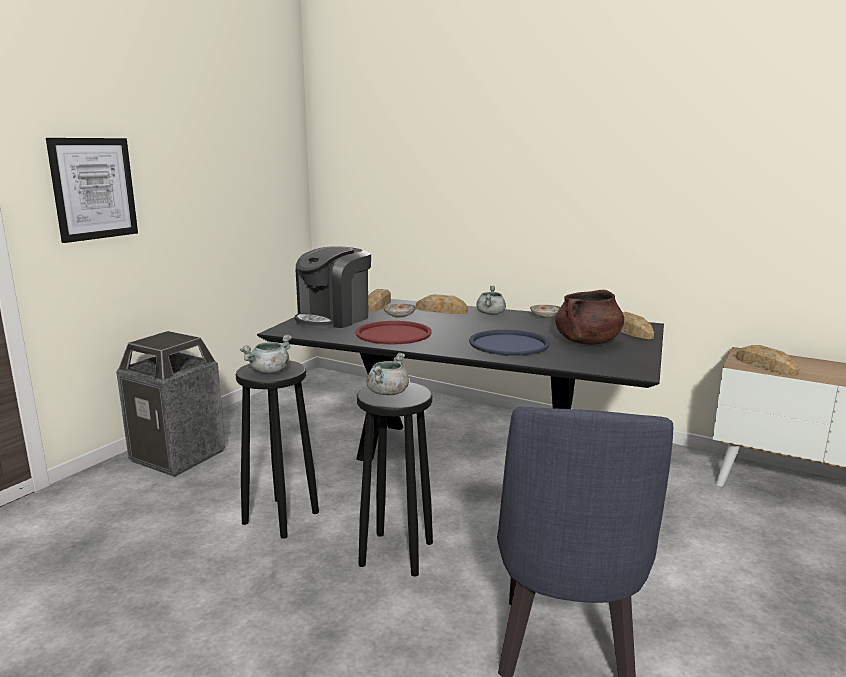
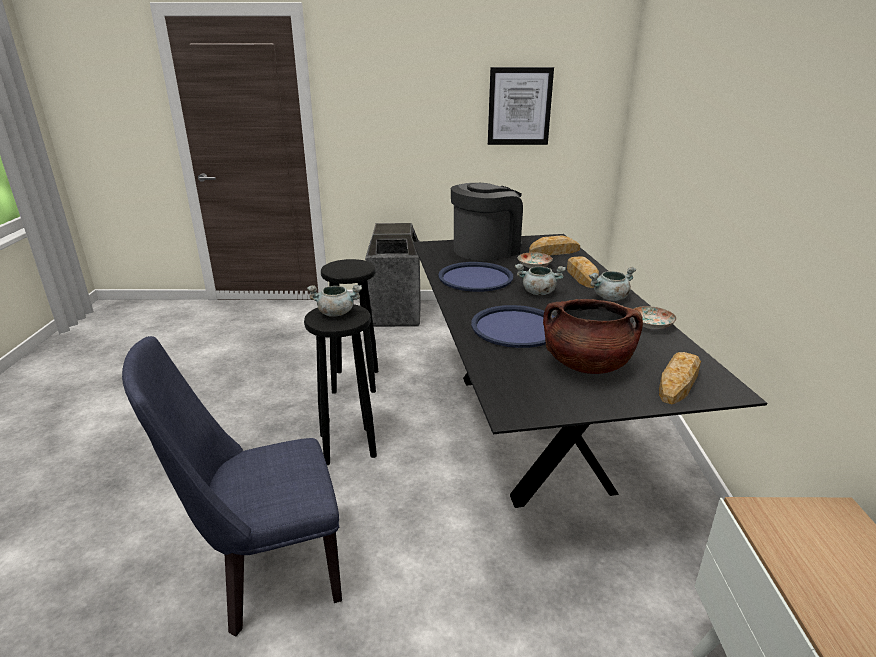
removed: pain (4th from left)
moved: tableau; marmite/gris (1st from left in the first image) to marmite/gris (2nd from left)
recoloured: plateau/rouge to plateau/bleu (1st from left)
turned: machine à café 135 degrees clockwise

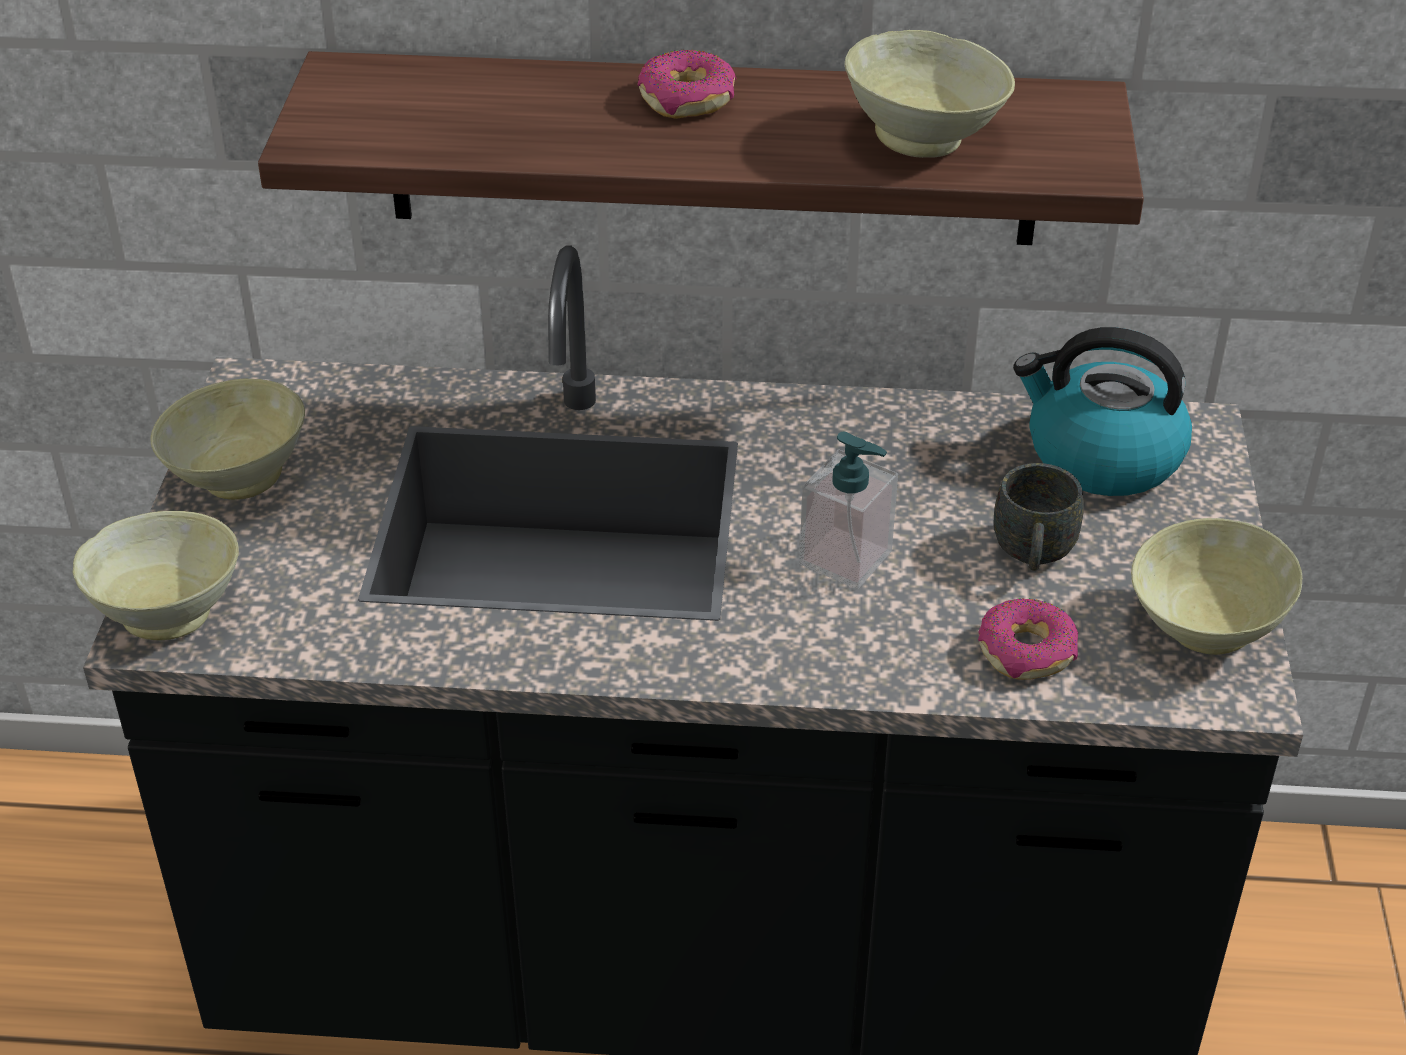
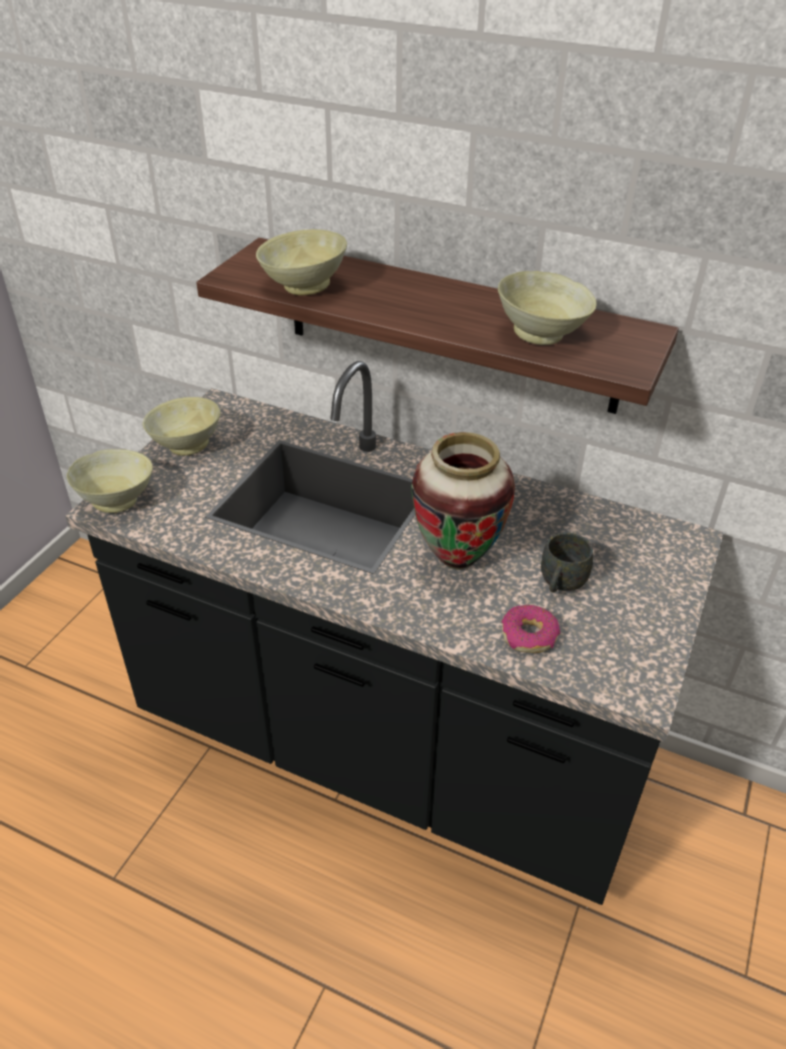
removed: beignet (1st from left); bouilloire
moved: bol/beige (4th from left in the first image) to bol/beige (3rd from left)
replaced: distributeur de savon to vase

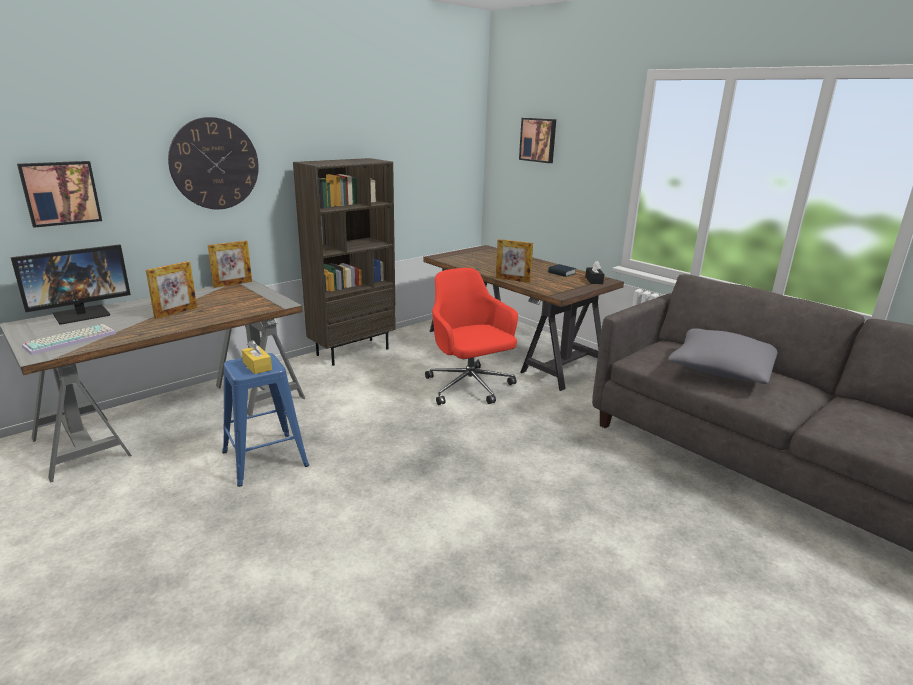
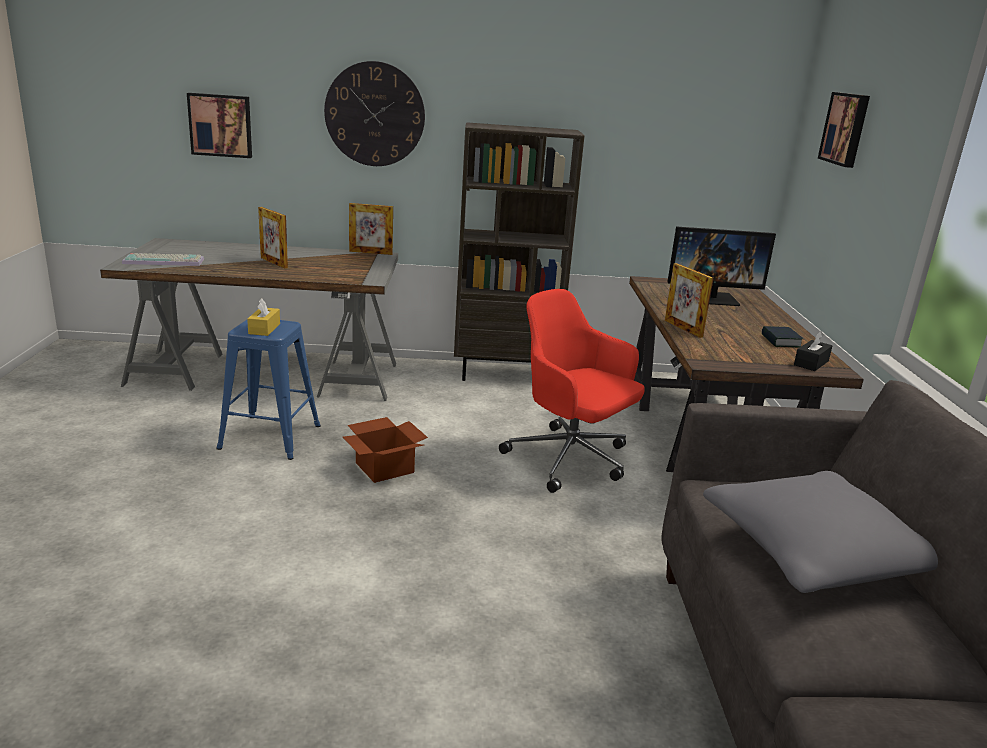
added: carton
moved: écran d'ordinateur
turned: cadre photo (1st from left) 60 degrees clockwise; chaise de bureau/rouge 60 degrees counterclockwise

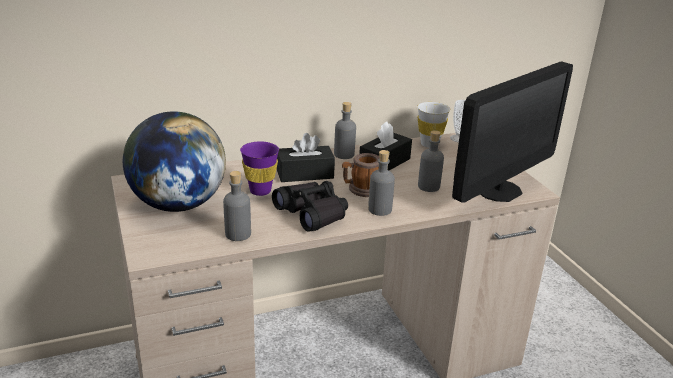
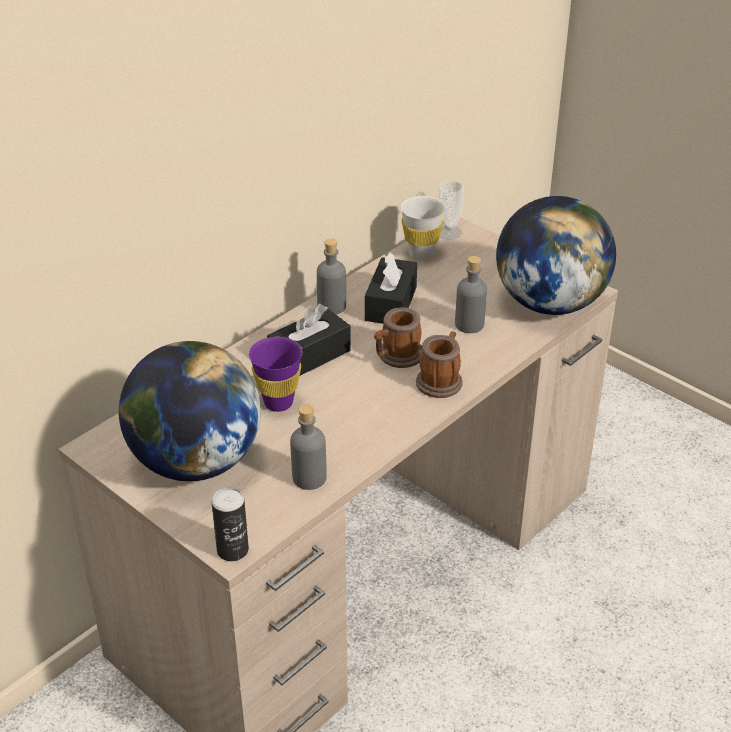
removed: jumelles/noir
added: boîte métallique
replaced: bouteille/gris (3rd from left) to mug (2nd from left); écran d'ordinateur to globe (2nd from left)

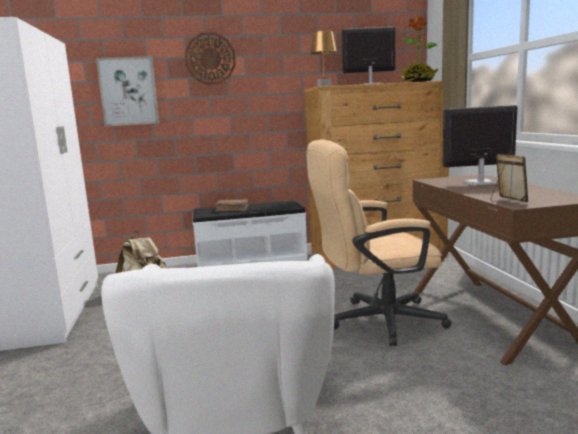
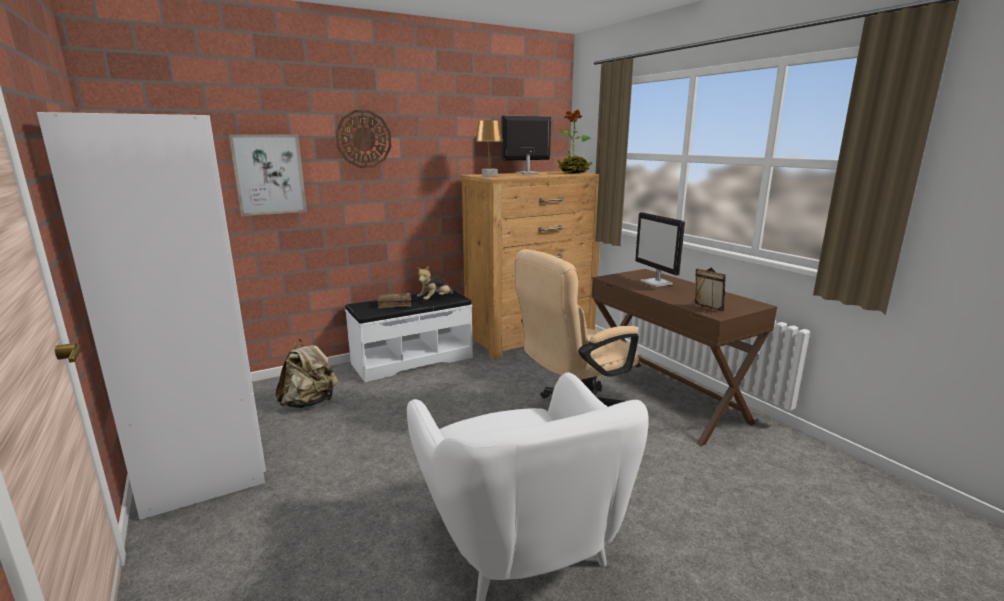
added: peluche
turned: écran d'ordinateur (2nd from left) 90 degrees counterclockwise

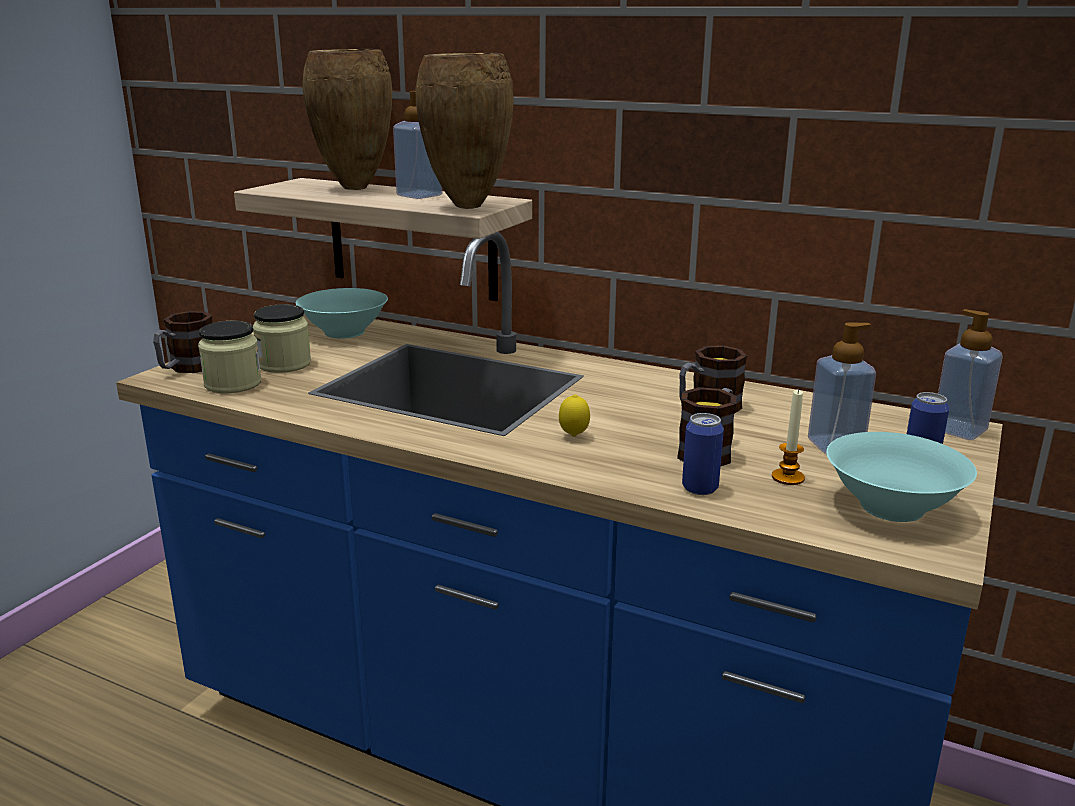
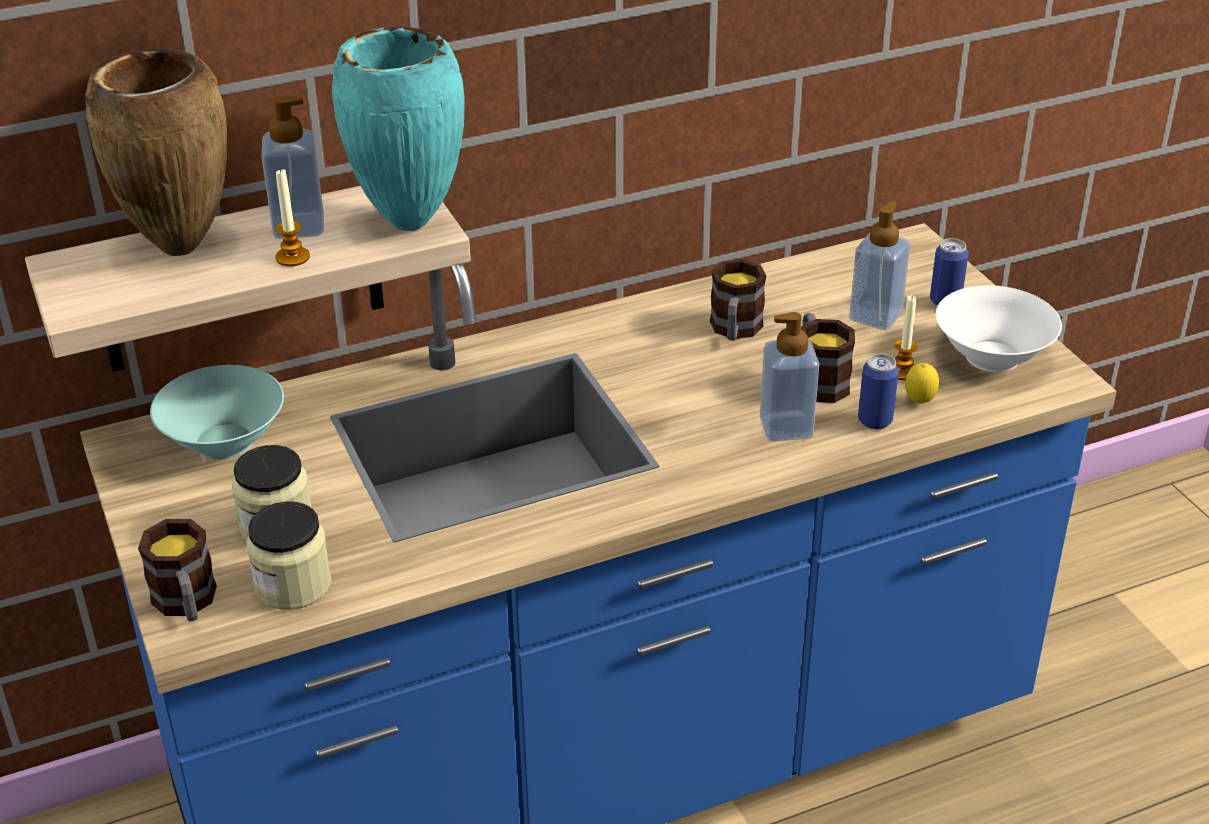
added: bougie (1st from left)
moved: citron; distributeur de savon (3rd from left in the first image) to distributeur de savon (2nd from left)
recoloured: vase/marron (2nd from left) to vase/turquoise; bol/turquoise (2nd from left) to bol/blanc

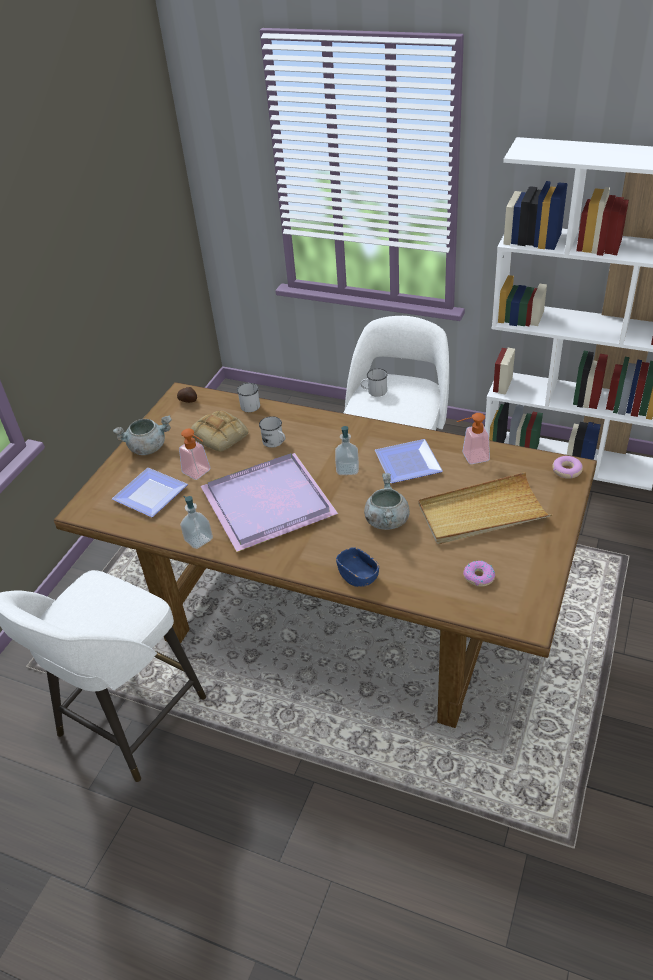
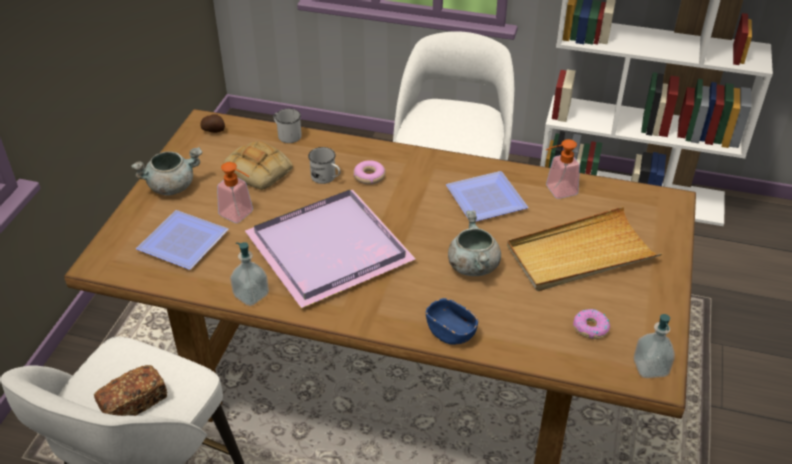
removed: mug/blanc (3rd from left)
added: pain (1st from left)
moved: distributeur de savon (3rd from left in the first image) to distributeur de savon (4th from left); beignet (2nd from left in the first image) to beignet (1st from left)

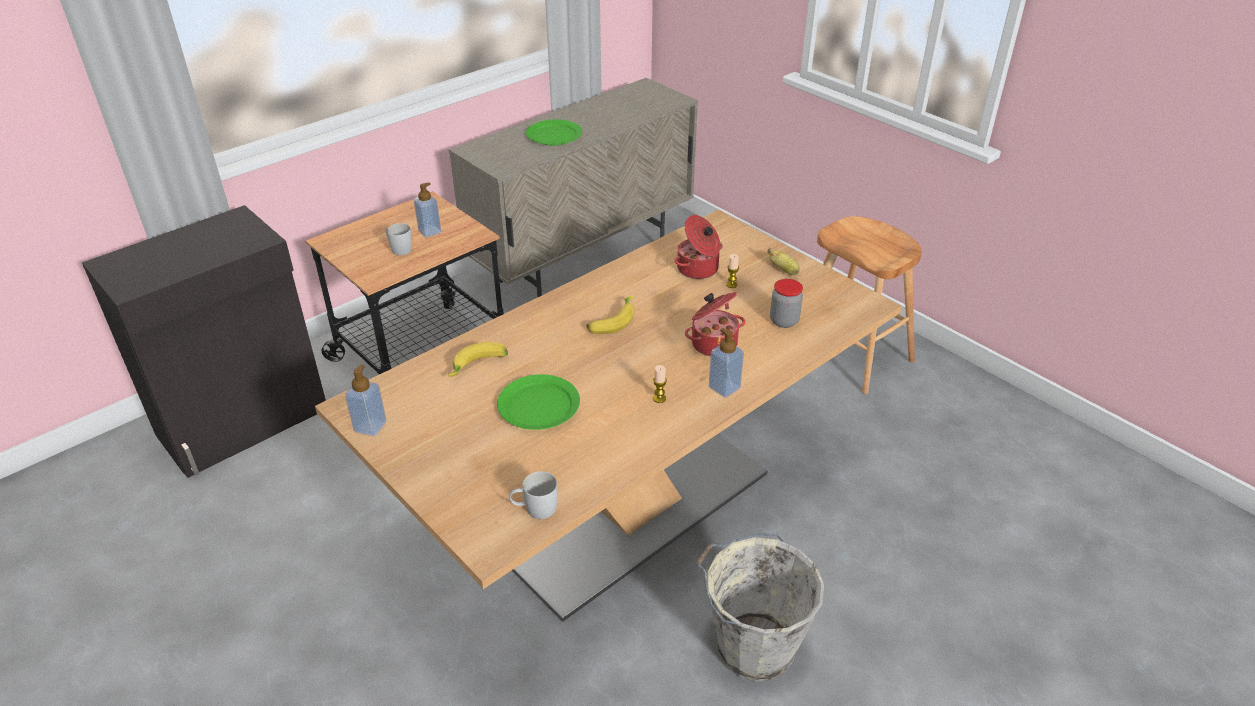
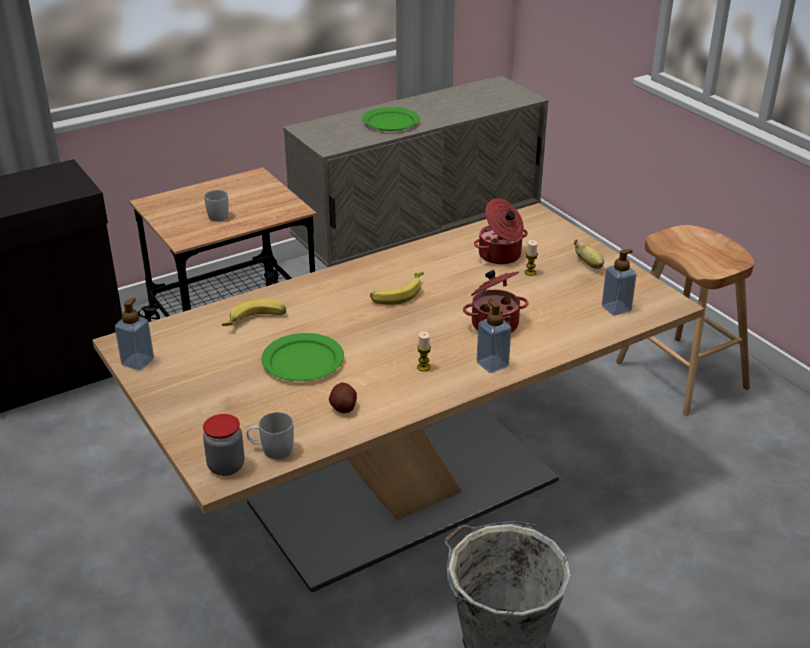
added: pomme de terre
moved: distributeur de savon (2nd from left in the first image) to distributeur de savon (3rd from left); bocal

